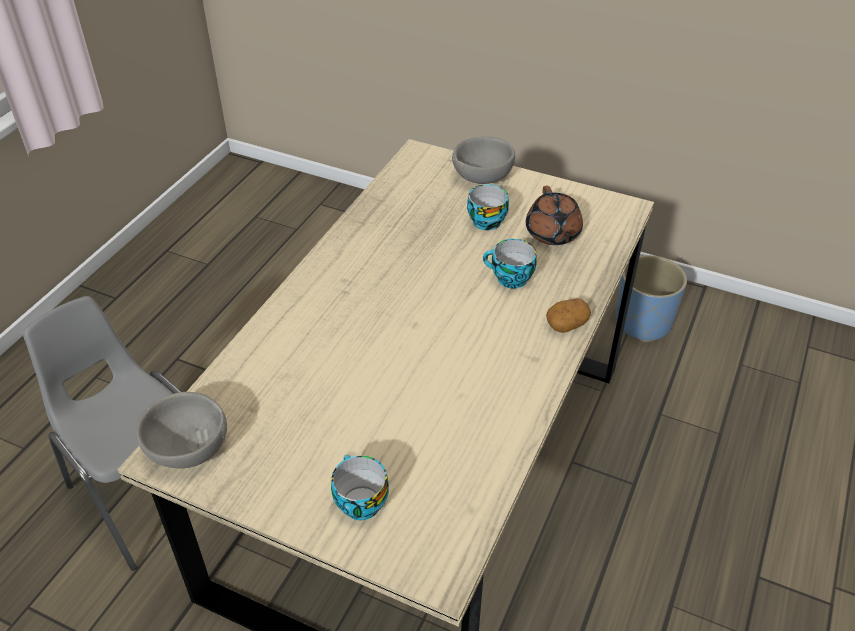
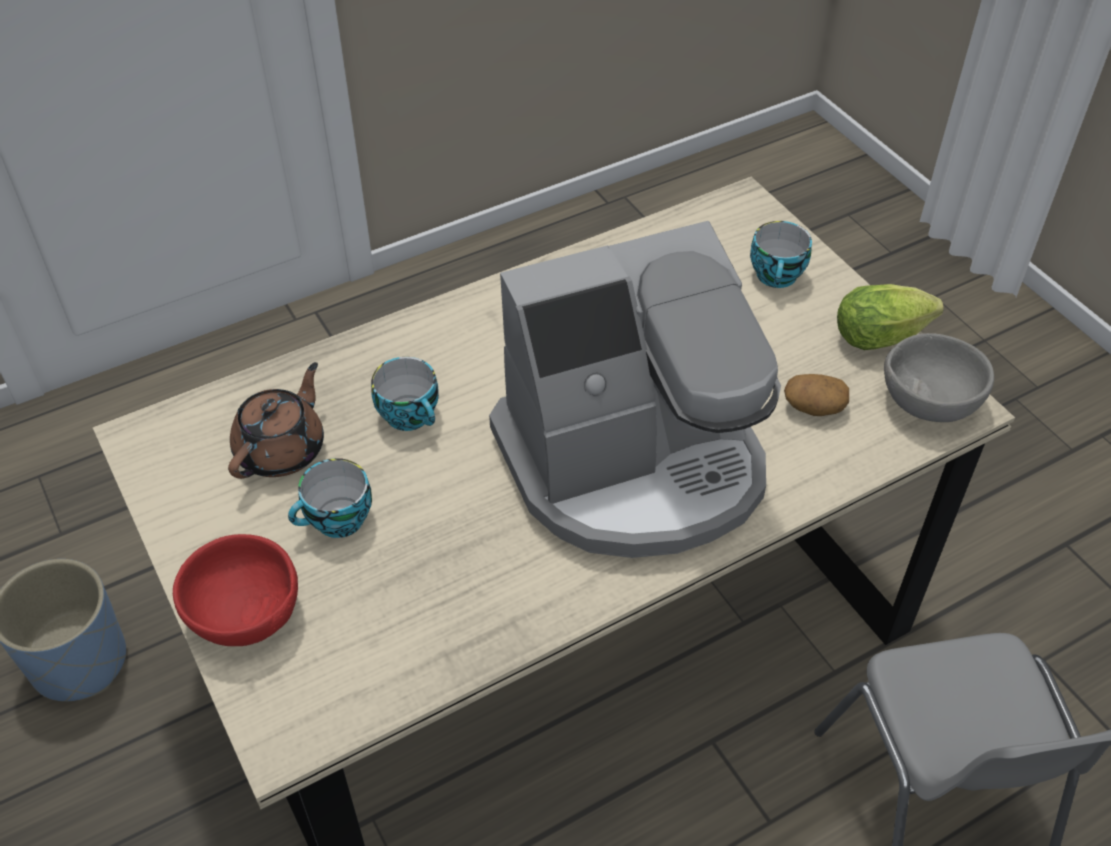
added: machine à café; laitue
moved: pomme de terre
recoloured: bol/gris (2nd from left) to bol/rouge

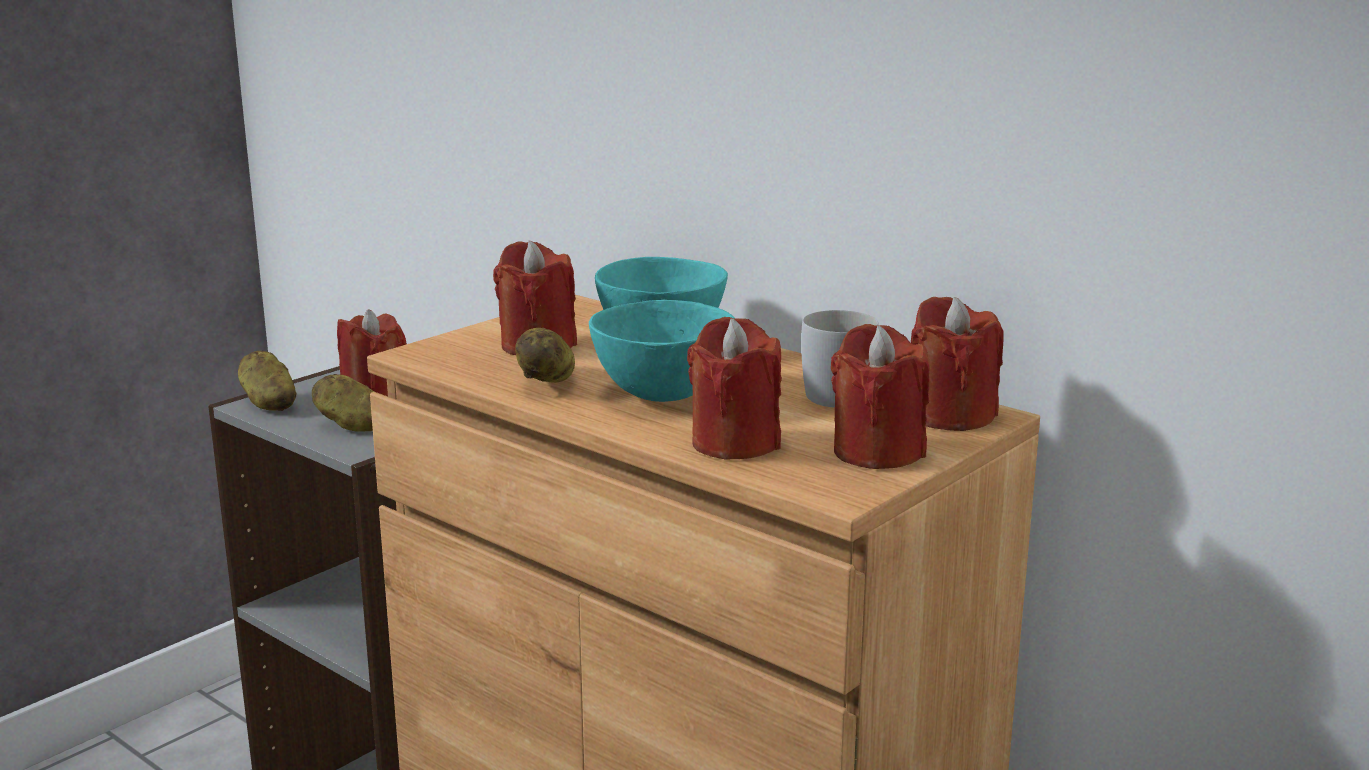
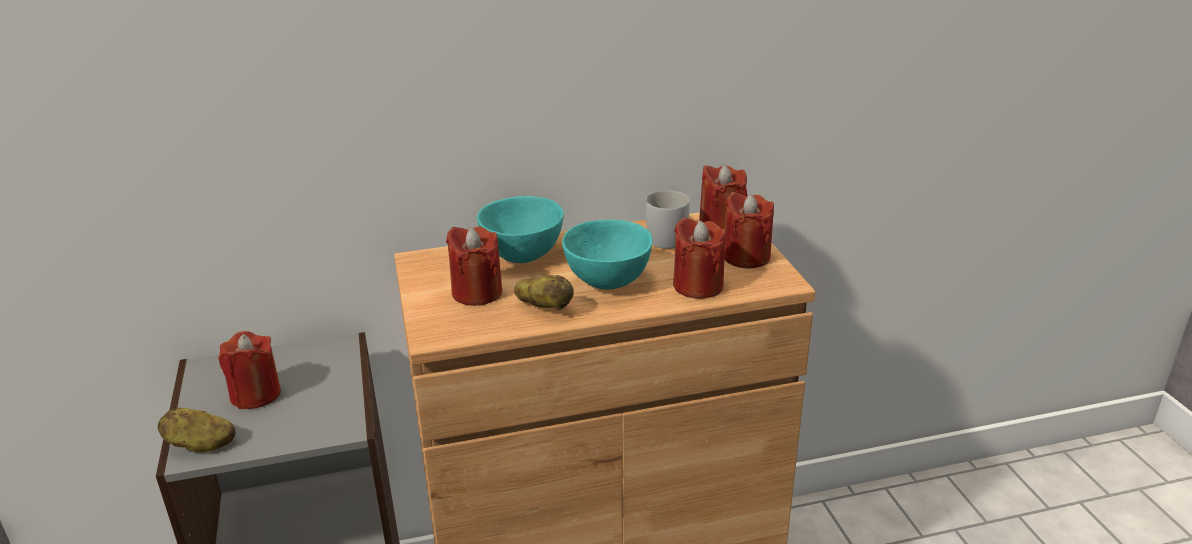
removed: pomme de terre (2nd from left)

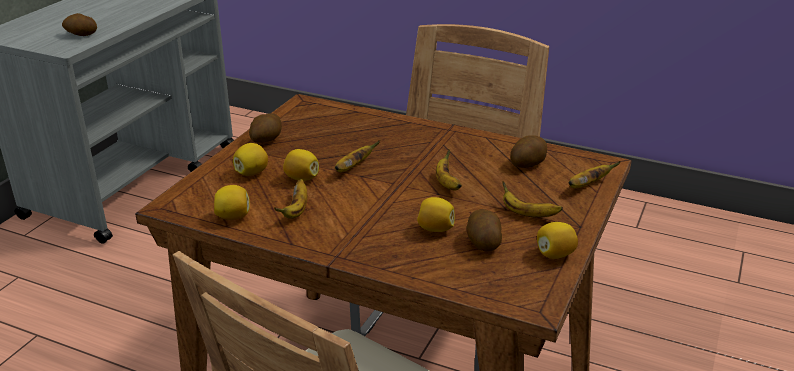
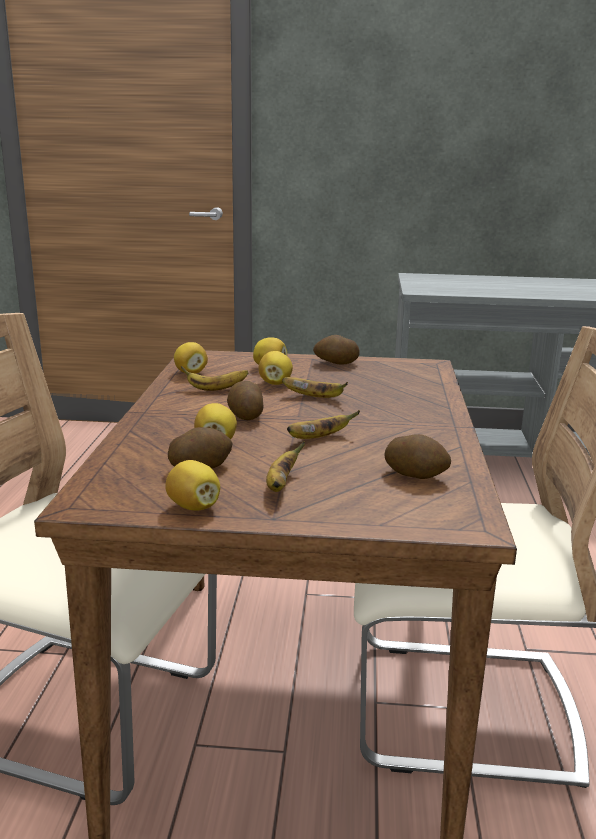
removed: banane (5th from left)
moved: pomme de terre (1st from left in the first image) to pomme de terre (2nd from left)

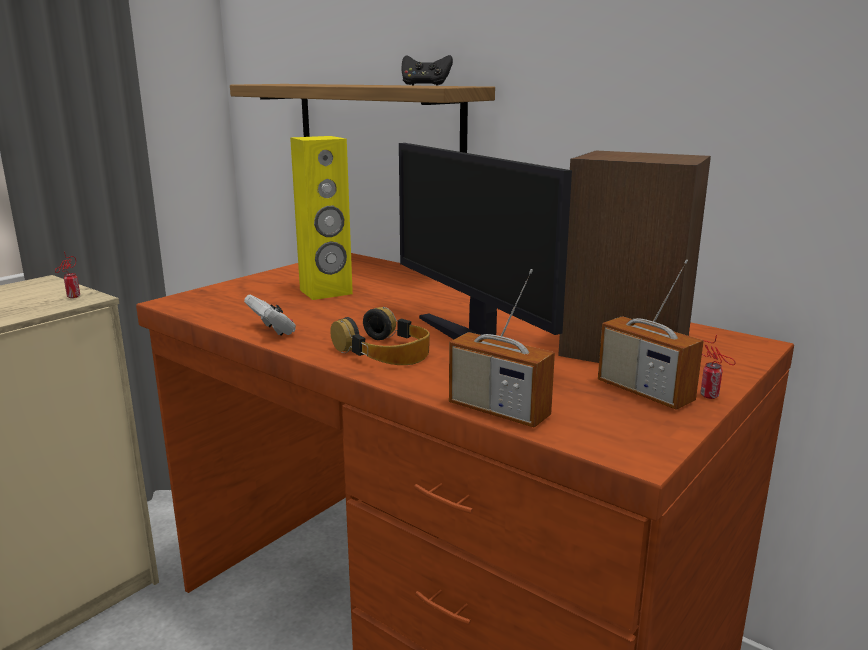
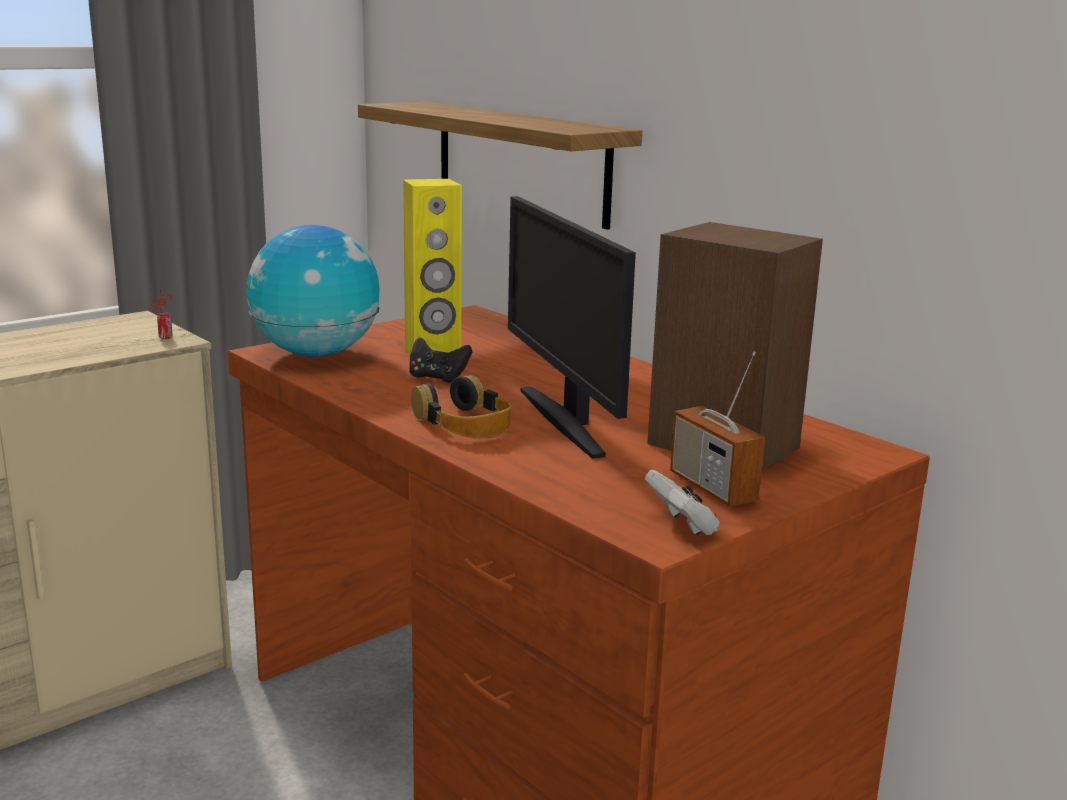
removed: radio (1st from left); boîte métallique (2nd from left)
added: globe
moved: manette/blanc; manette/noir

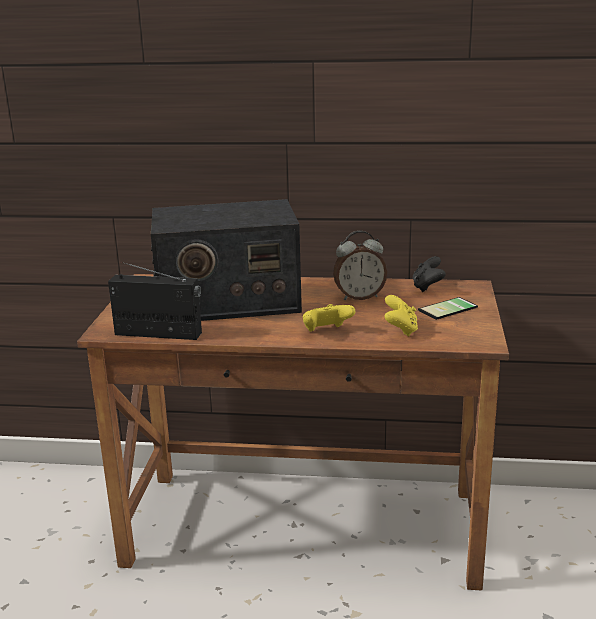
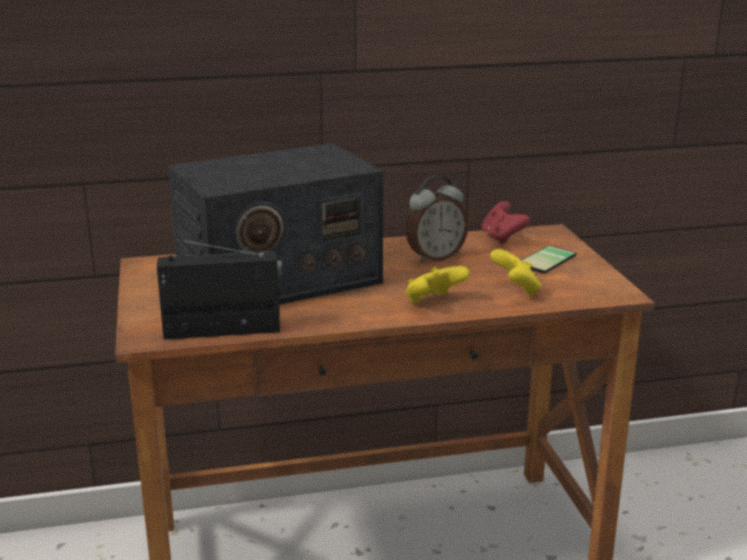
recoloured: manette/noir to manette/rouge

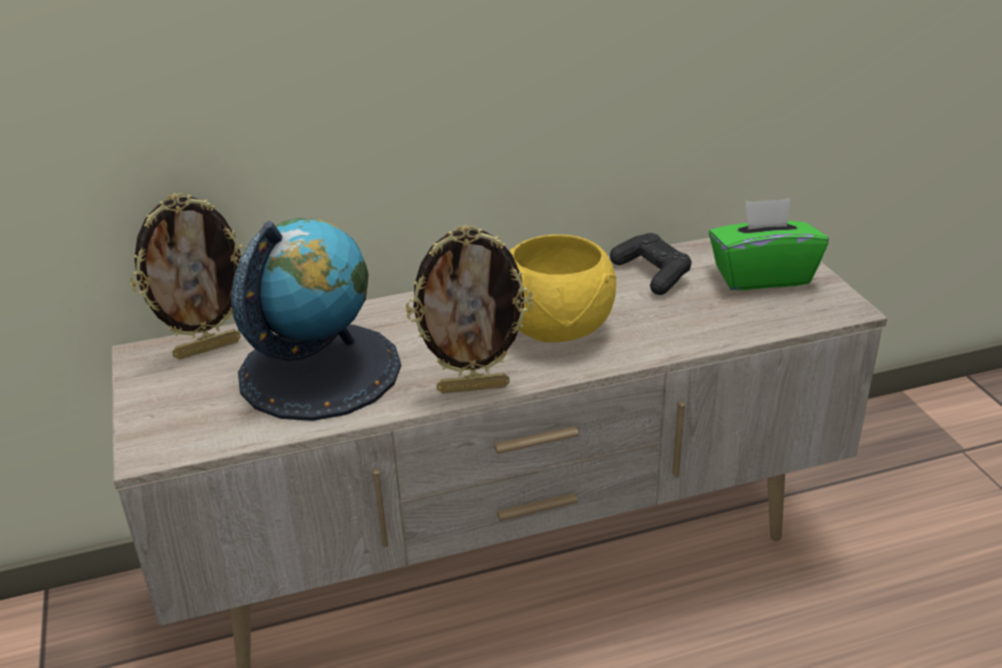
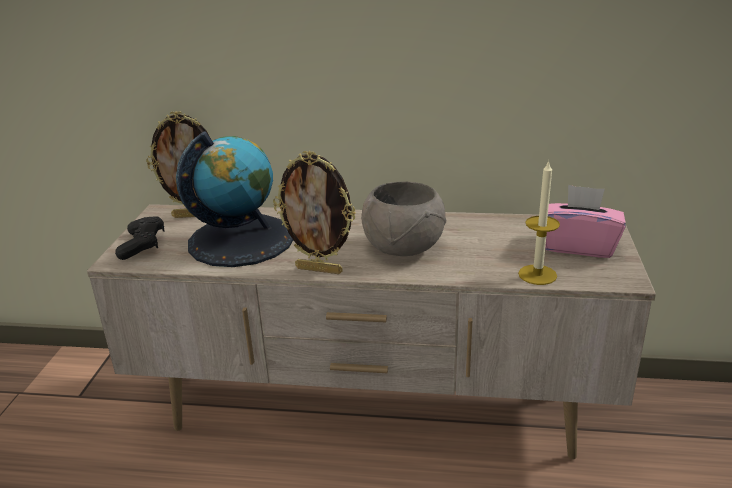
added: bougie
moved: manette/noir
recoloured: bol/jaune to bol/gris; boîte à mouchoirs/vert to boîte à mouchoirs/rose

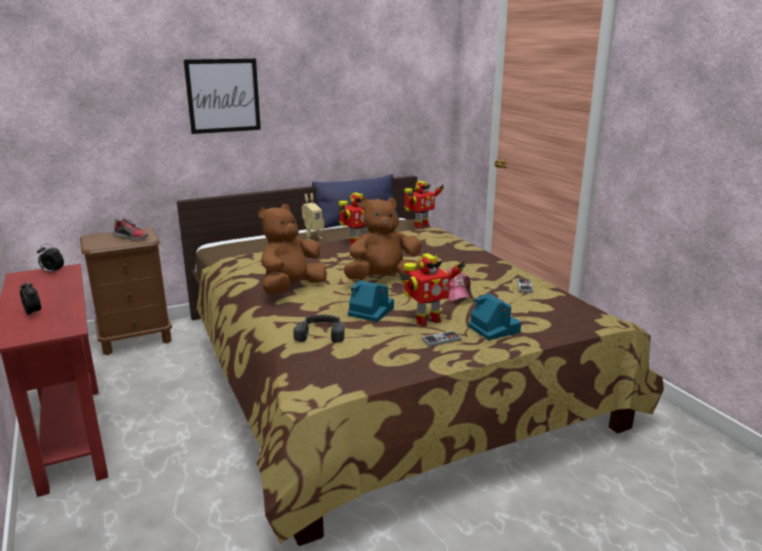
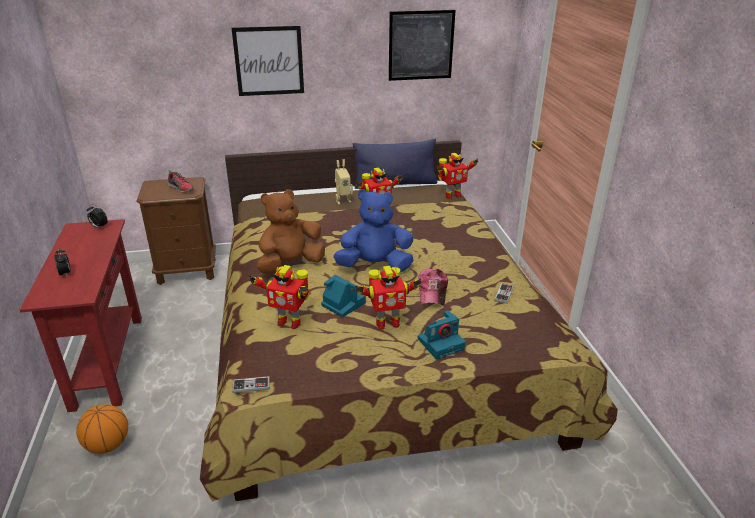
added: ballon de basket; tableau (2nd from left)
moved: manette (1st from left)
replaced: casque audio/noir to robot jouet (1st from left)
recoloured: peluche/marron (2nd from left) to peluche/bleu
turned: appareil photo (2nd from left) 75 degrees clockwise

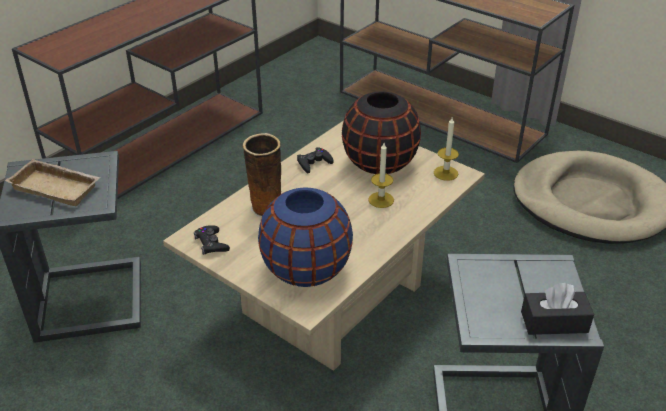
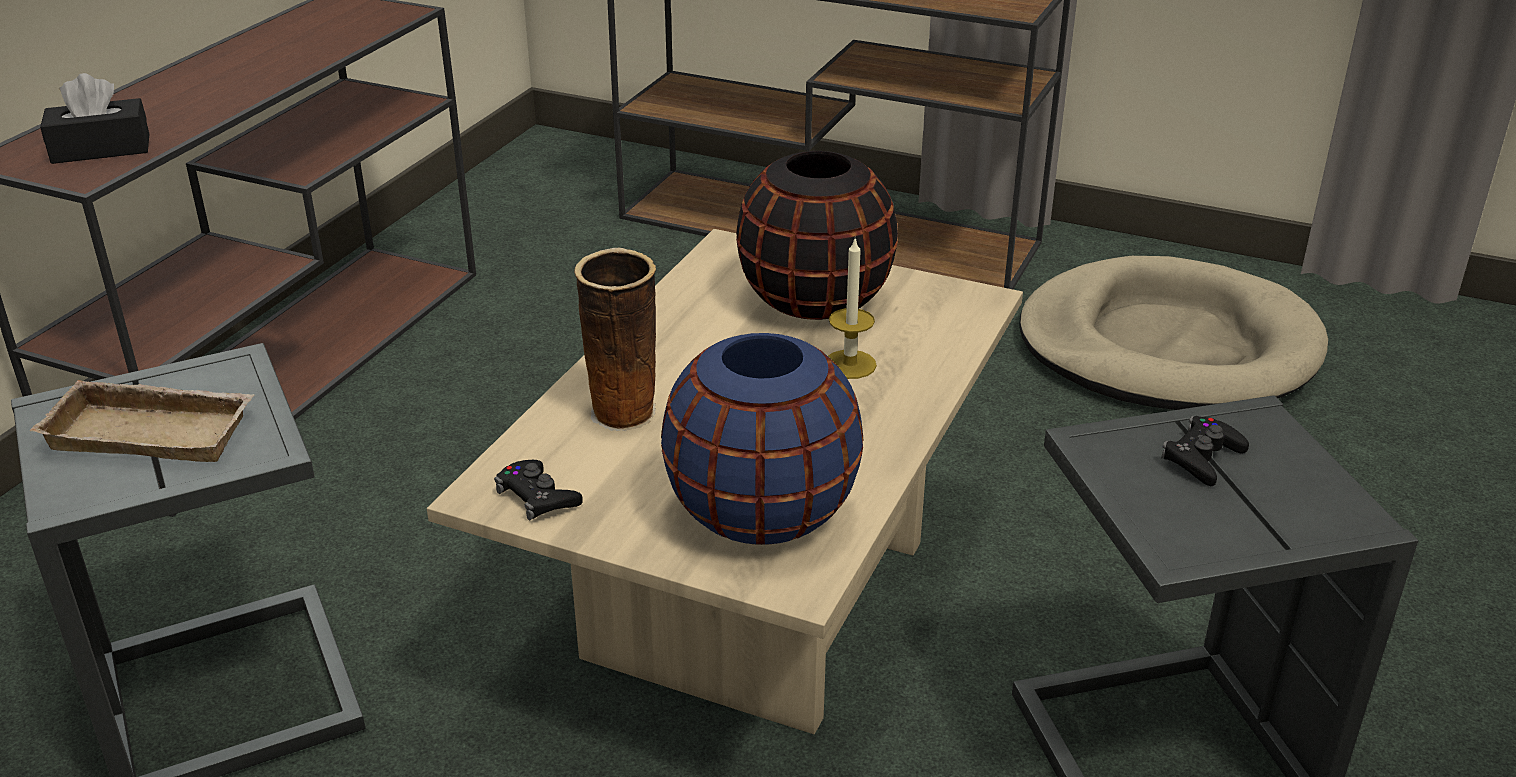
removed: bougie (2nd from left)
moved: manette/noir (2nd from left); boîte à mouchoirs/noir

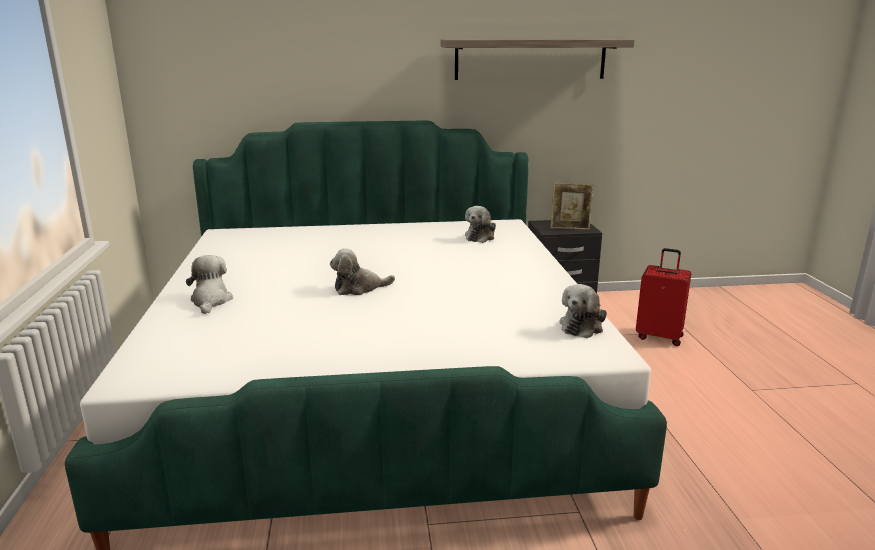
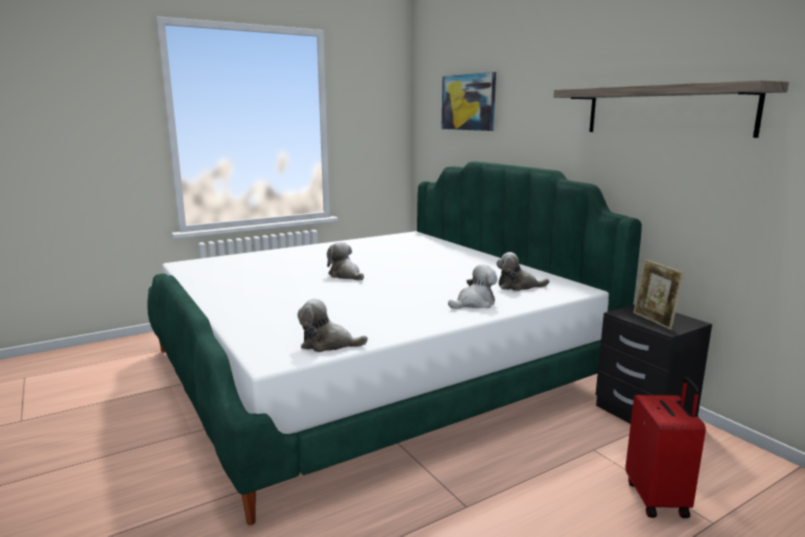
added: tableau
moved: peluche (1st from left in the first image) to peluche (3rd from left)

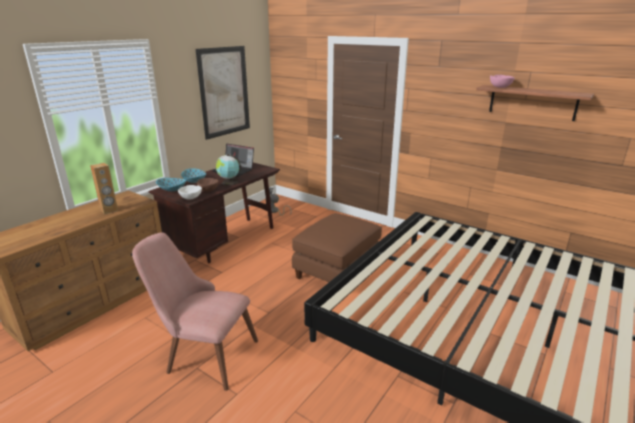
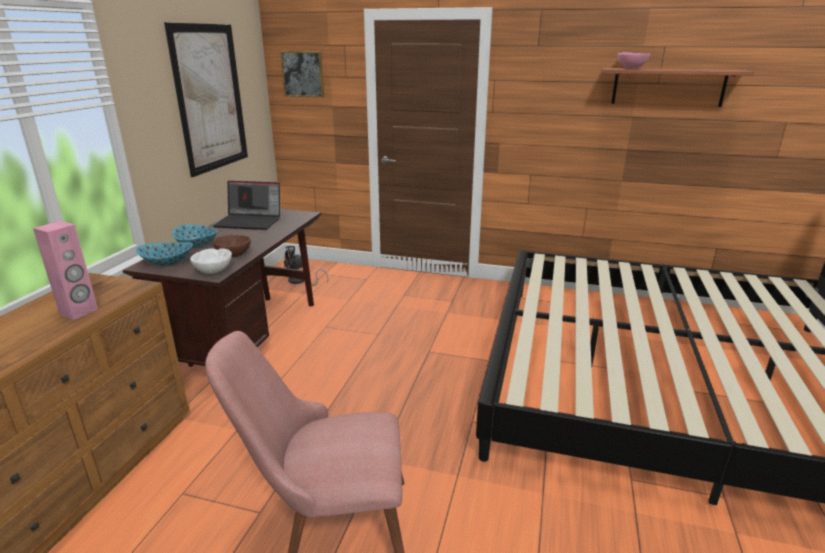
removed: globe; pouf/marron
added: tableau (2nd from left)
recoloured: enceinte/marron to enceinte/rose

